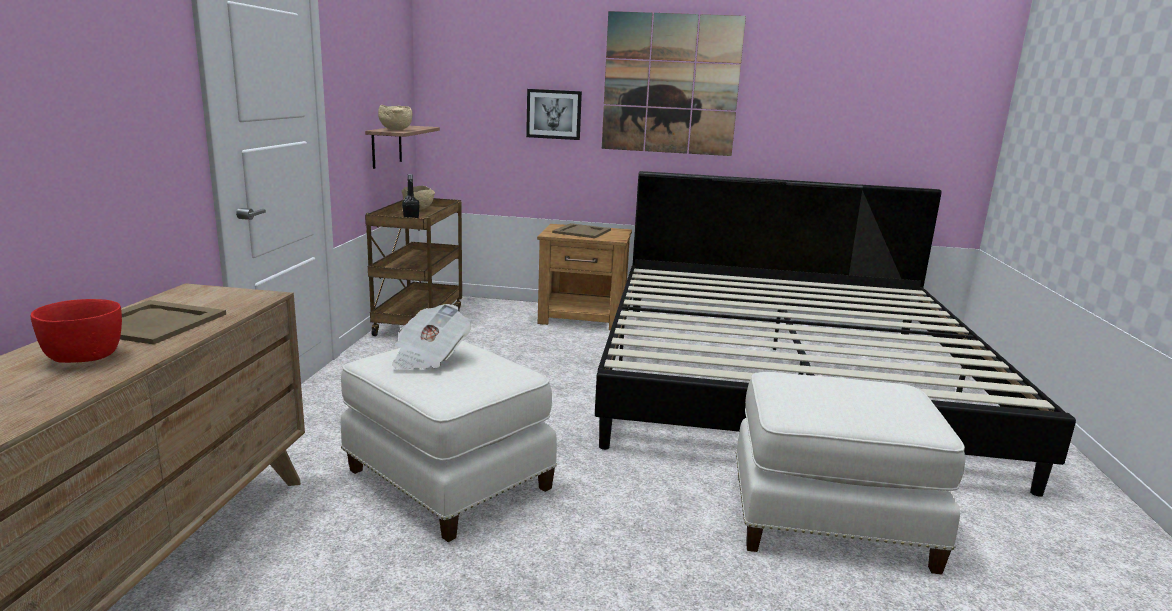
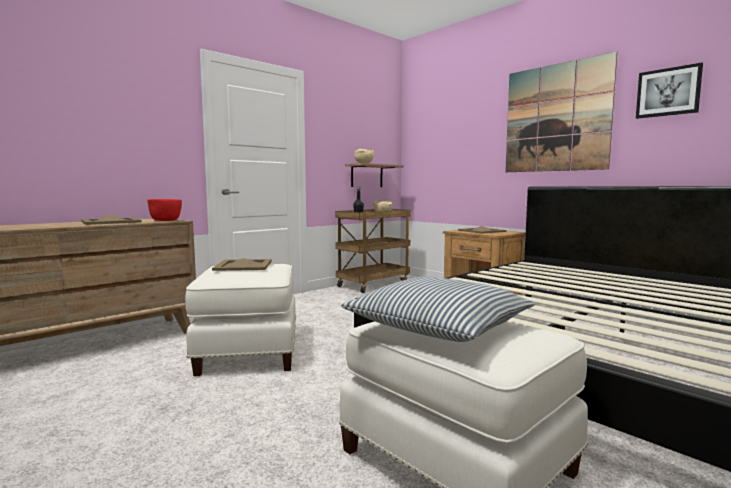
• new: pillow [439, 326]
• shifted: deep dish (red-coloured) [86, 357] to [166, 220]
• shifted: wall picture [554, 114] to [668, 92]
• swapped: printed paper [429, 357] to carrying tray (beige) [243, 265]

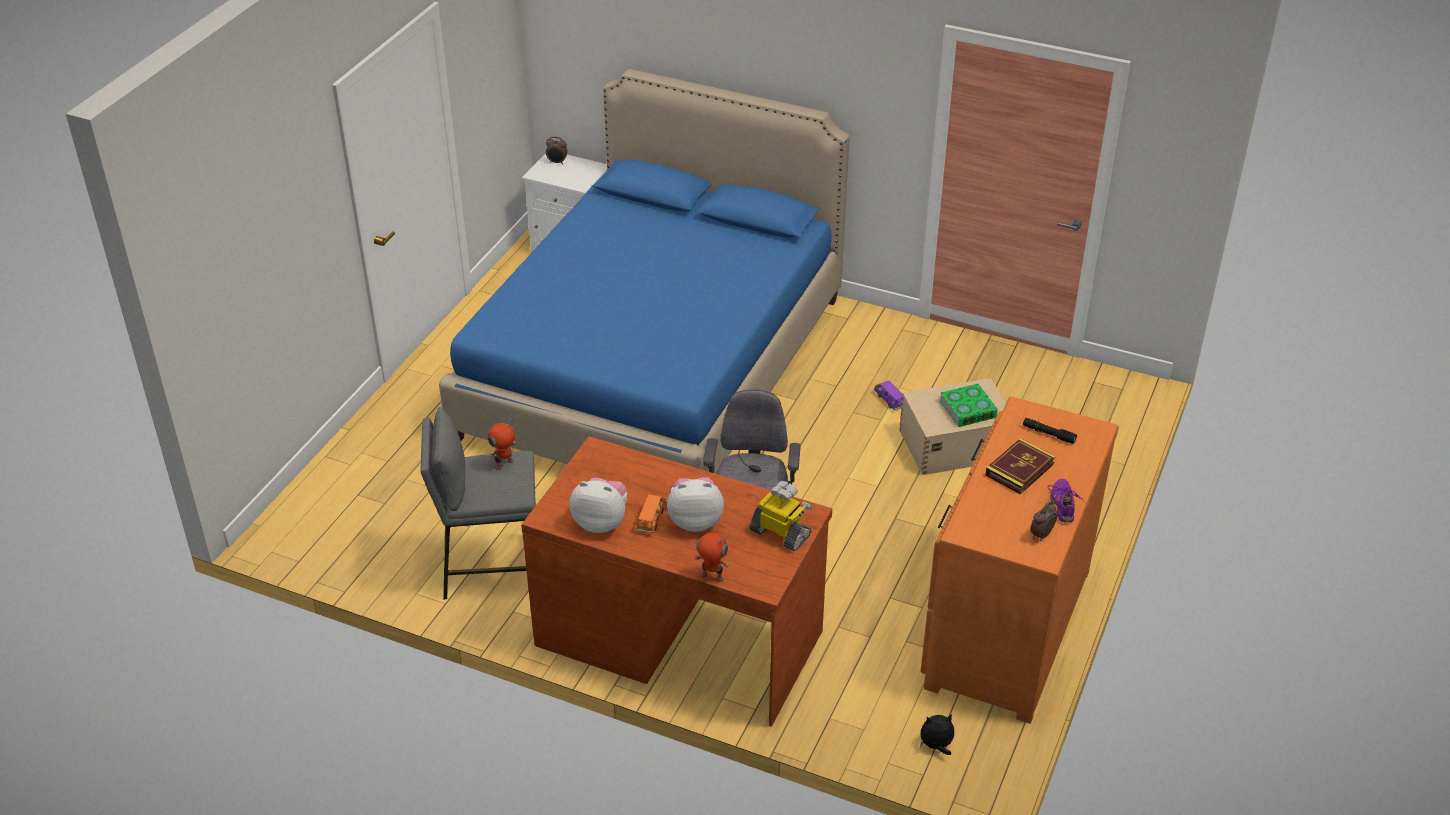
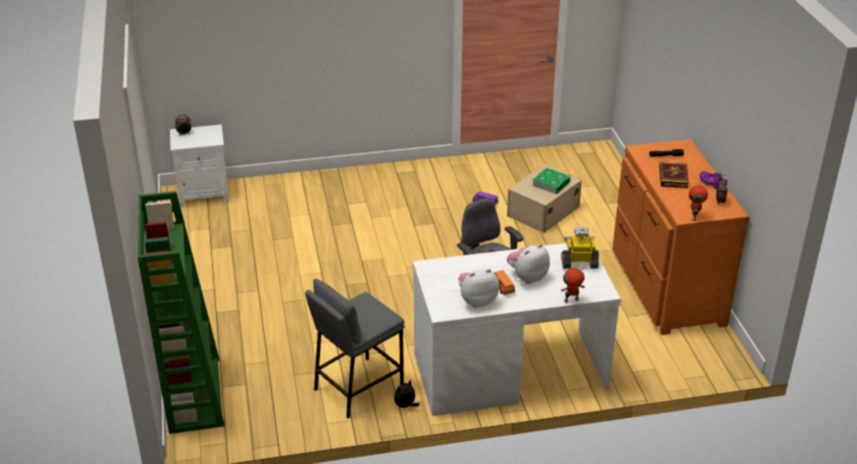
• gone: bed (blue-coloured) [654, 367]
• new: bookcase (green-coloured) [194, 394]
• shifted: toy robot [504, 465] to [694, 217]
• shifted: soft toy [936, 746] to [405, 405]
• repainted: desk unit (brown) [679, 636] to desk unit (white-coloured) [508, 371]

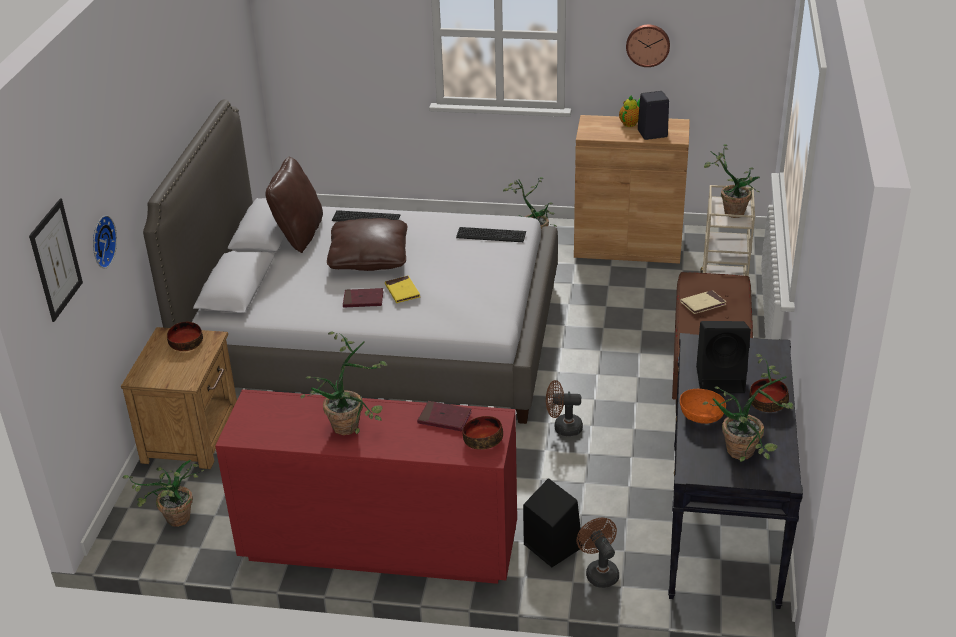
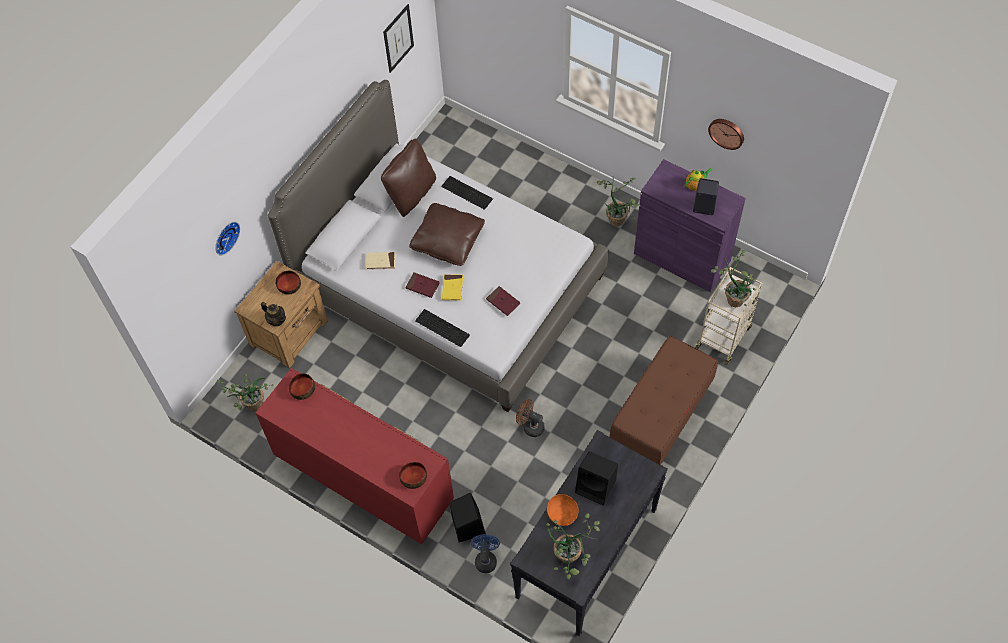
• gone: houseplant [352, 425]
• new: pot for tea [276, 320]
• shifted: wall picture [56, 260] to [398, 38]
• shifted: book (red-coloured) [444, 418] to [503, 302]
• shifted: computer keyboard [490, 234] to [442, 327]
• shifted: book (beige) [703, 304] to [380, 261]
• shifted: deep dish [767, 402] to [302, 389]
• repainted: cupboard (brown) [628, 246] to cupboard (purple-coloured) [682, 257]
• repainted: fan (brown) [599, 572] to fan (blue-coloured) [485, 558]

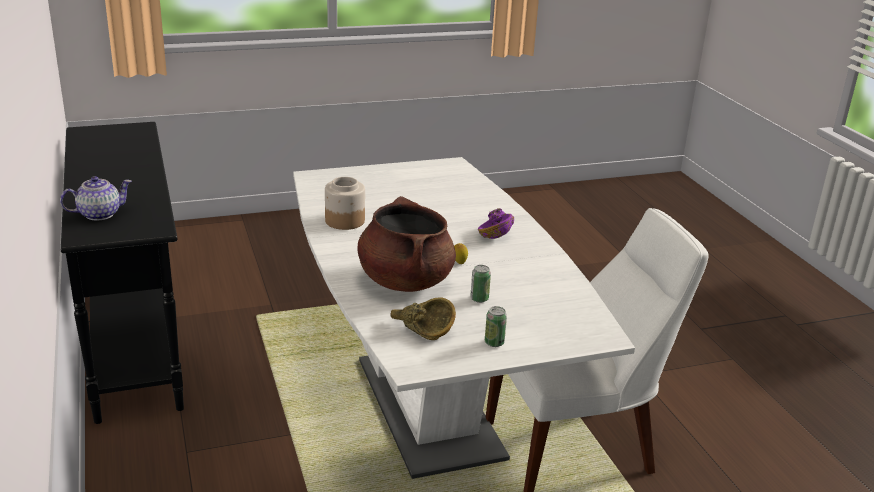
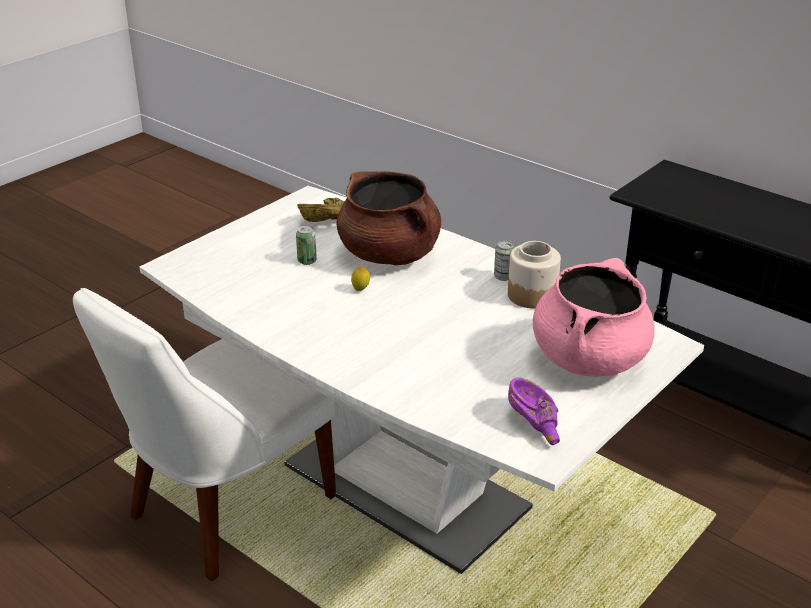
• gone: pot for tea [99, 214]
• new: saucepot (pink-coloured) [589, 359]
• shifted: deep dish (purple-coloured) [495, 232] to [539, 424]
• shifted: can [494, 343] to [503, 277]

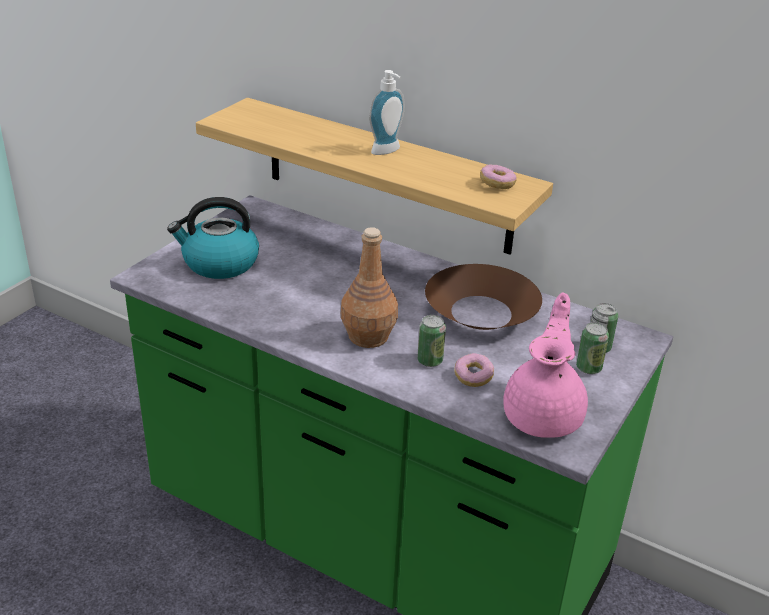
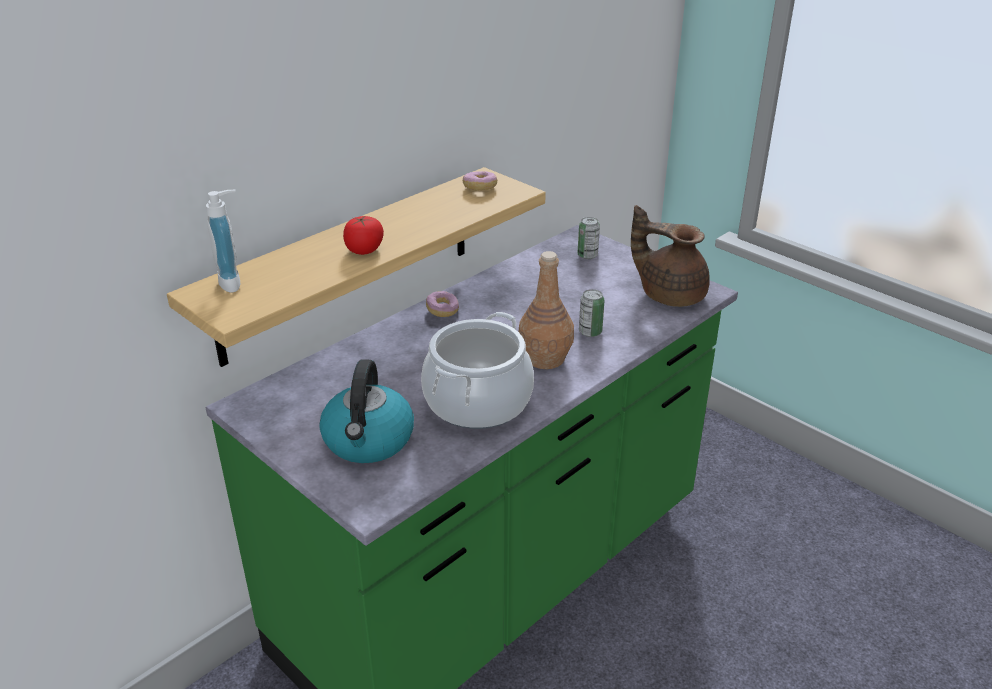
• gone: deep dish (brown) [482, 312]
• gone: can [588, 368]
• new: whole tomato [364, 250]
• new: saucepot [478, 401]
• shifted: liquid soap bottle [388, 151] to [234, 282]
• shifted: donut [473, 377] to [442, 310]
• repainted: pot for tea (pink-coloured) [544, 415] to pot for tea (brown) [670, 294]

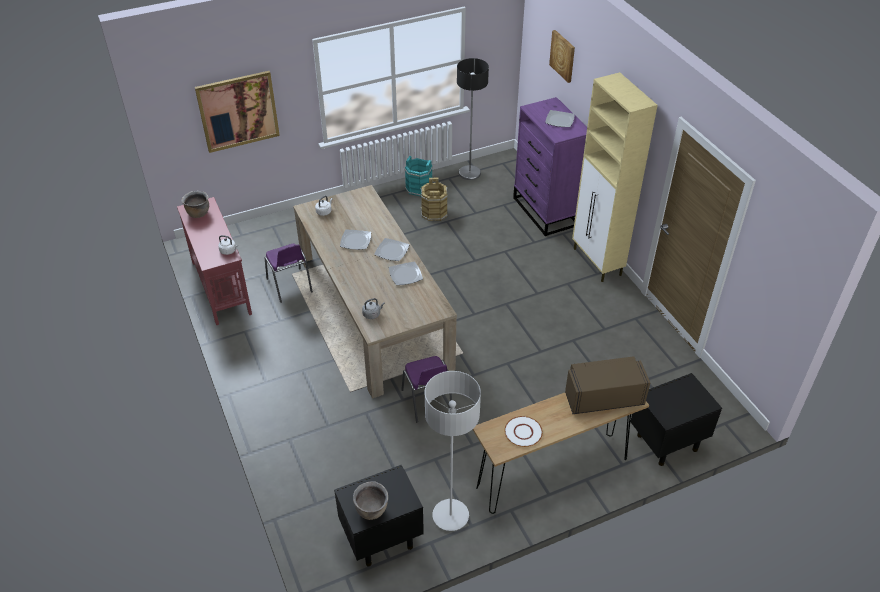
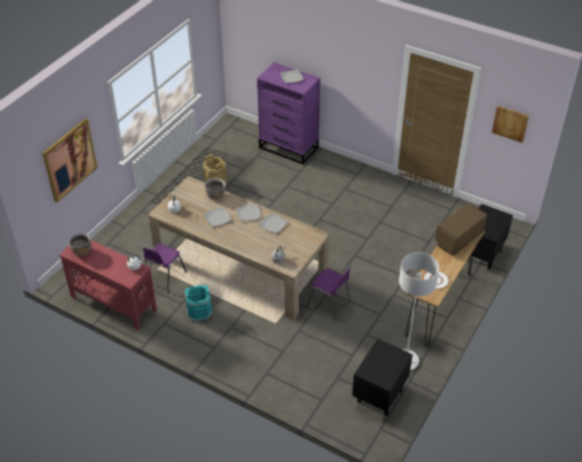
• gone: standing lamp [470, 173]
• gone: cupboard (beige) [597, 262]
• shifted: saucepot (brown) [372, 510] to [215, 195]
• shifted: pail (turquoise) [419, 188] to [199, 311]
• shifted: wall picture [563, 56] to [510, 123]
• rotated: plain chair (purple-coloured) [290, 286] = [164, 278] 90 degrees clockwise

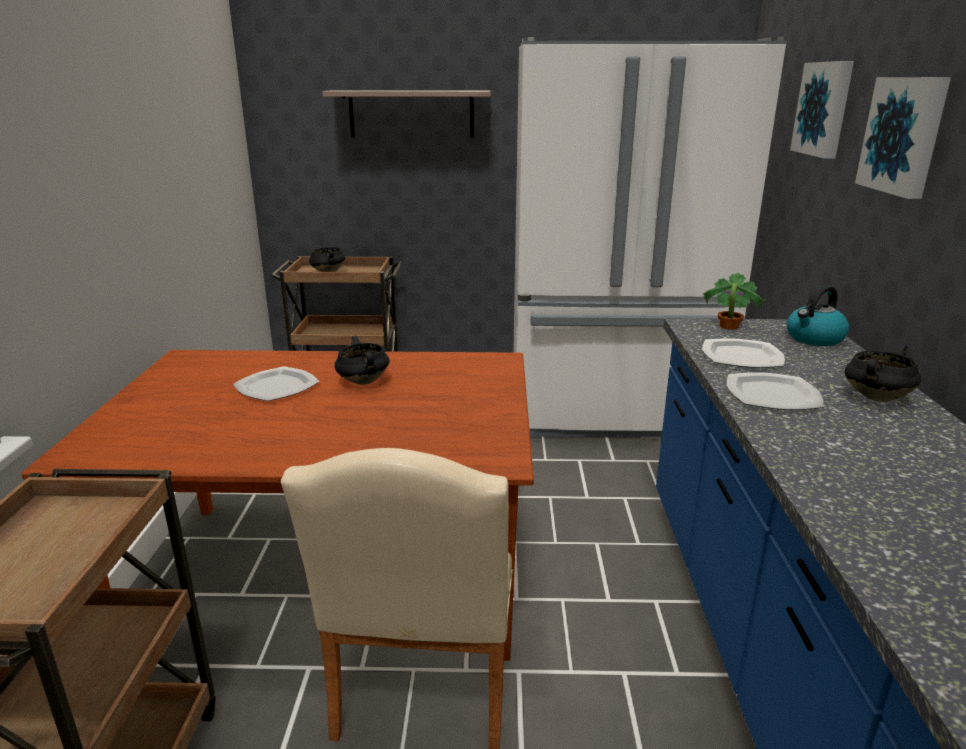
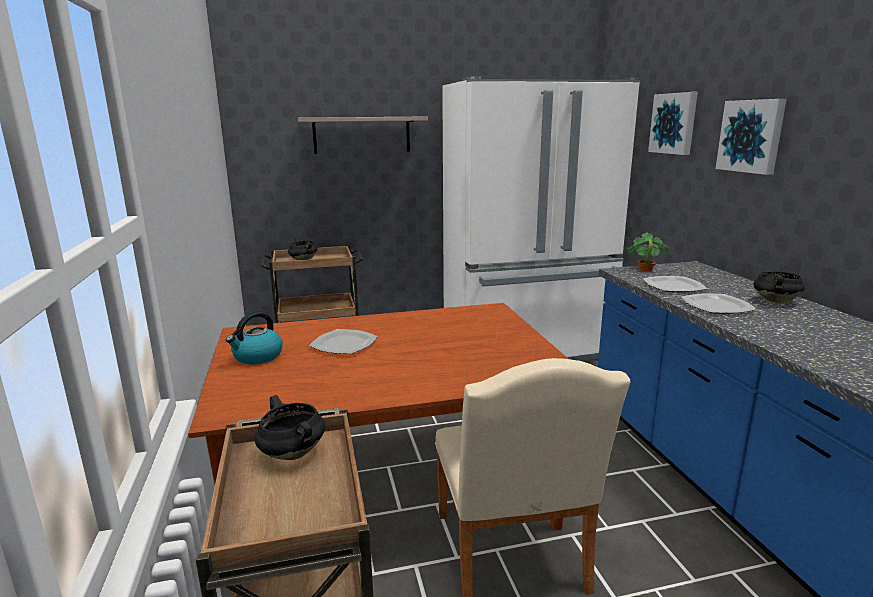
• shifted: saucepot (blackish) [362, 381] to [291, 453]
• shifted: water kettle [814, 338] to [257, 357]

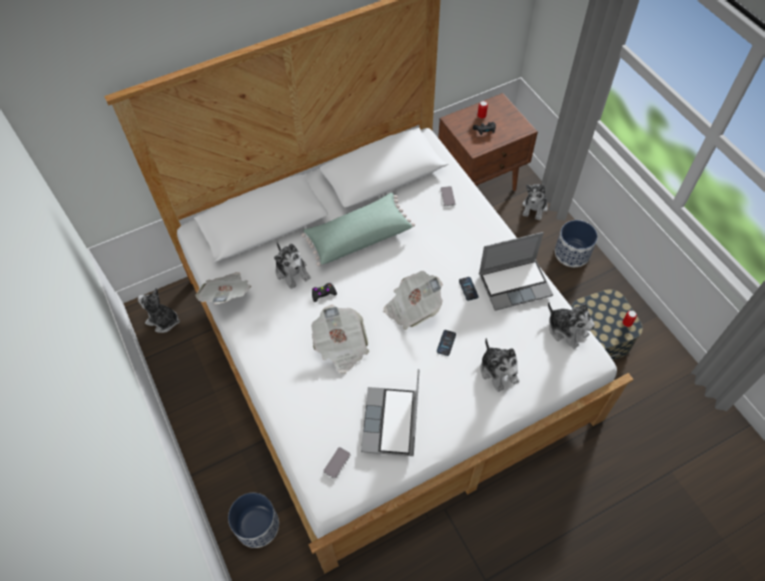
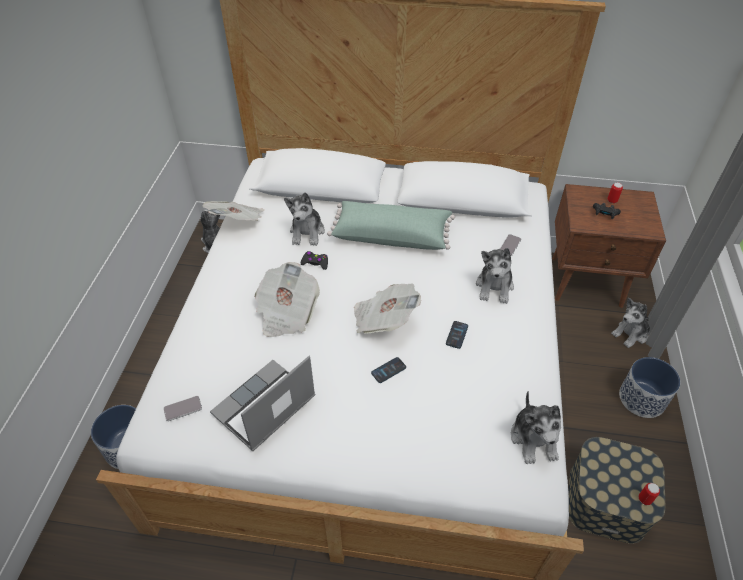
• gone: portable computer [515, 284]
• shifted: soft toy [498, 371] to [494, 286]

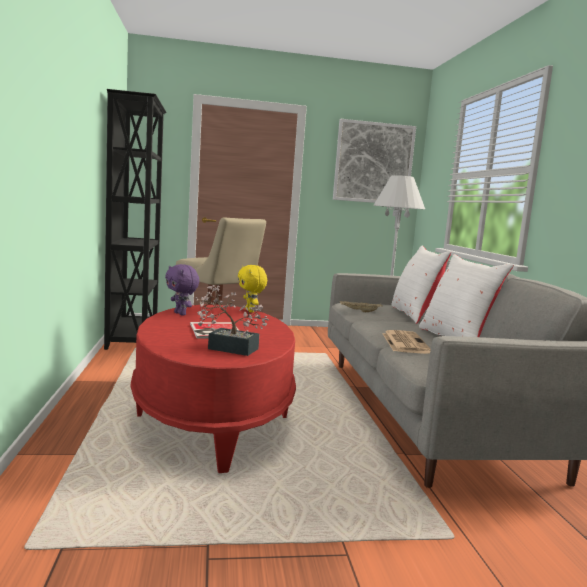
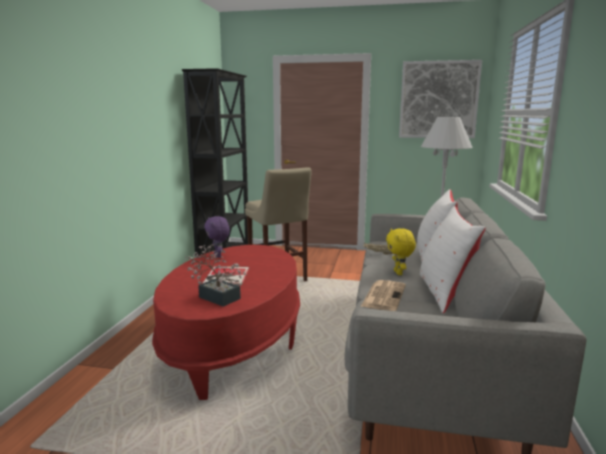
• shifted: soft toy (yellowish) [250, 311] to [399, 273]

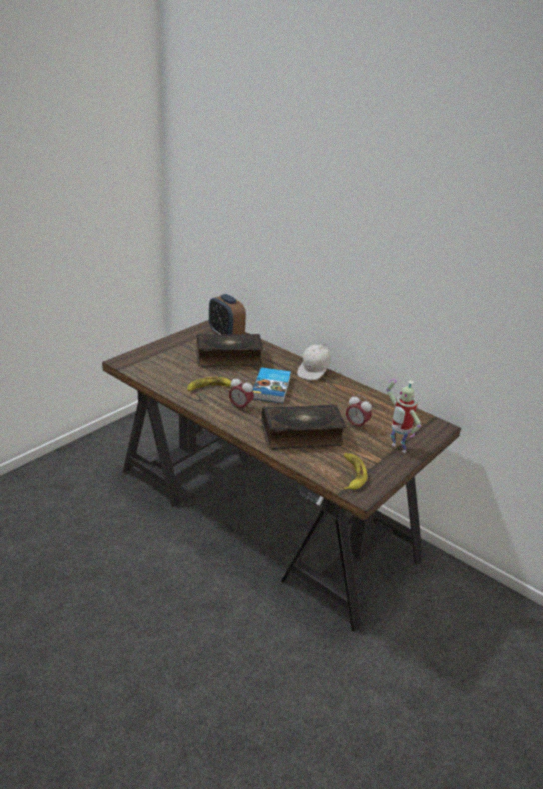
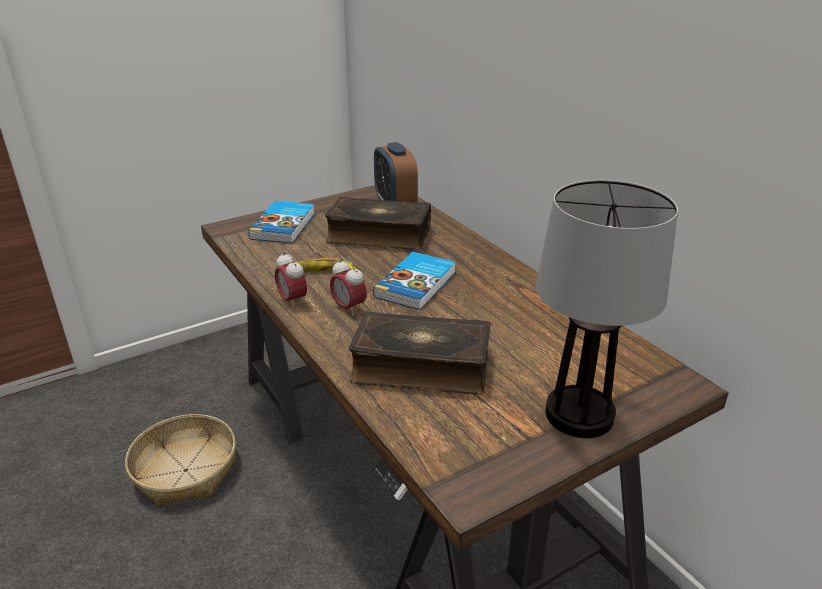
• gone: cap (white-coloured) [314, 371]
• gone: whole banana [352, 474]
• new: household basket [186, 470]
• new: book [285, 225]
• shifted: table clock [356, 425] to [292, 301]
• swapped: toy robot [396, 448] to lamp for a table [581, 415]

